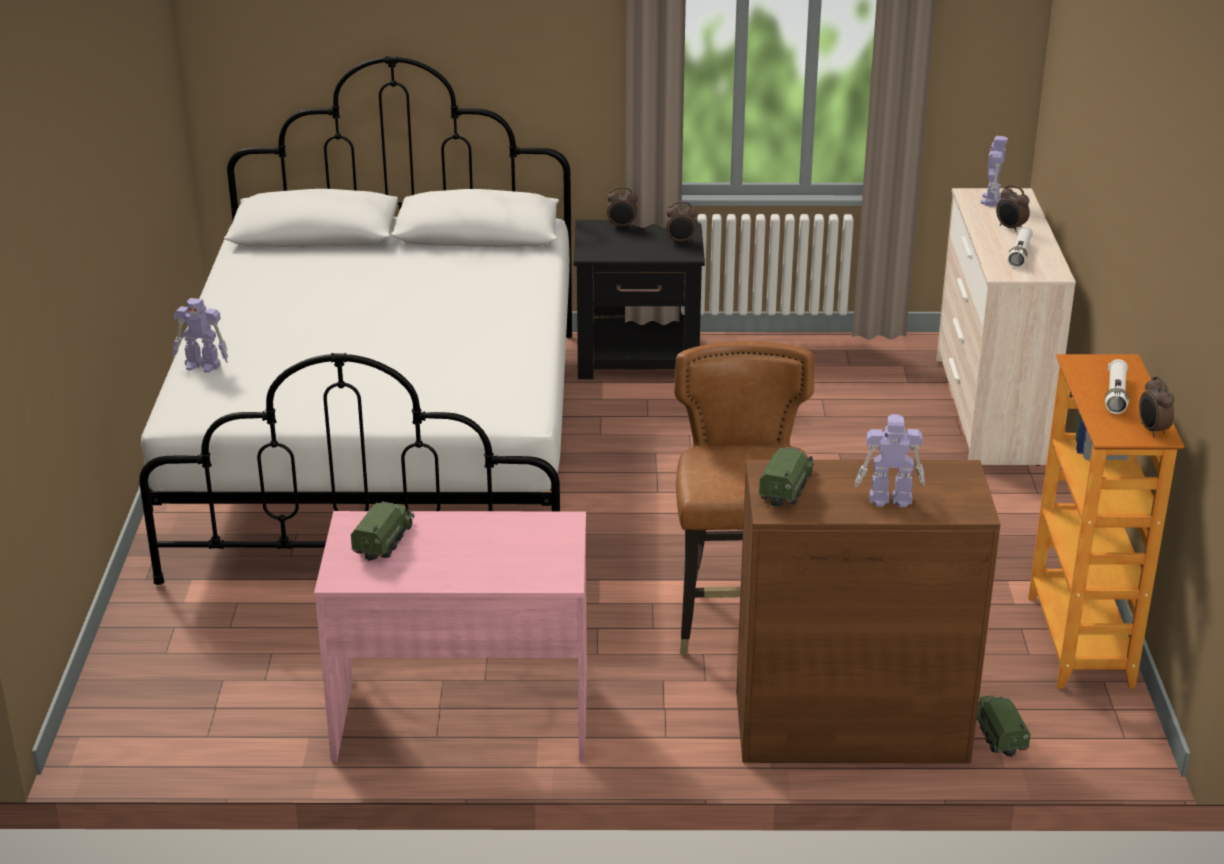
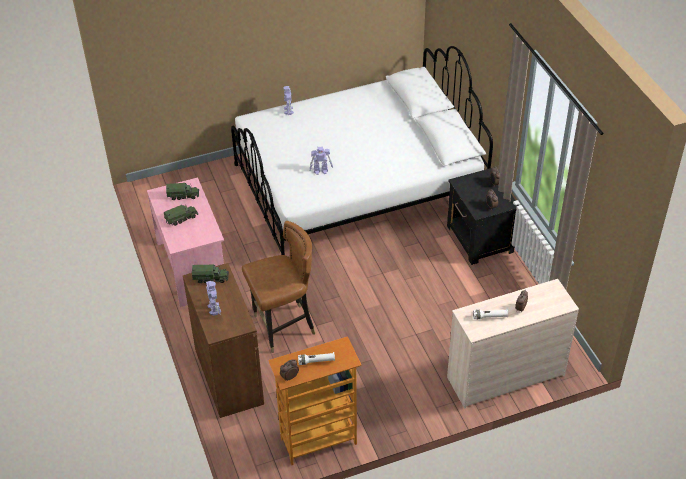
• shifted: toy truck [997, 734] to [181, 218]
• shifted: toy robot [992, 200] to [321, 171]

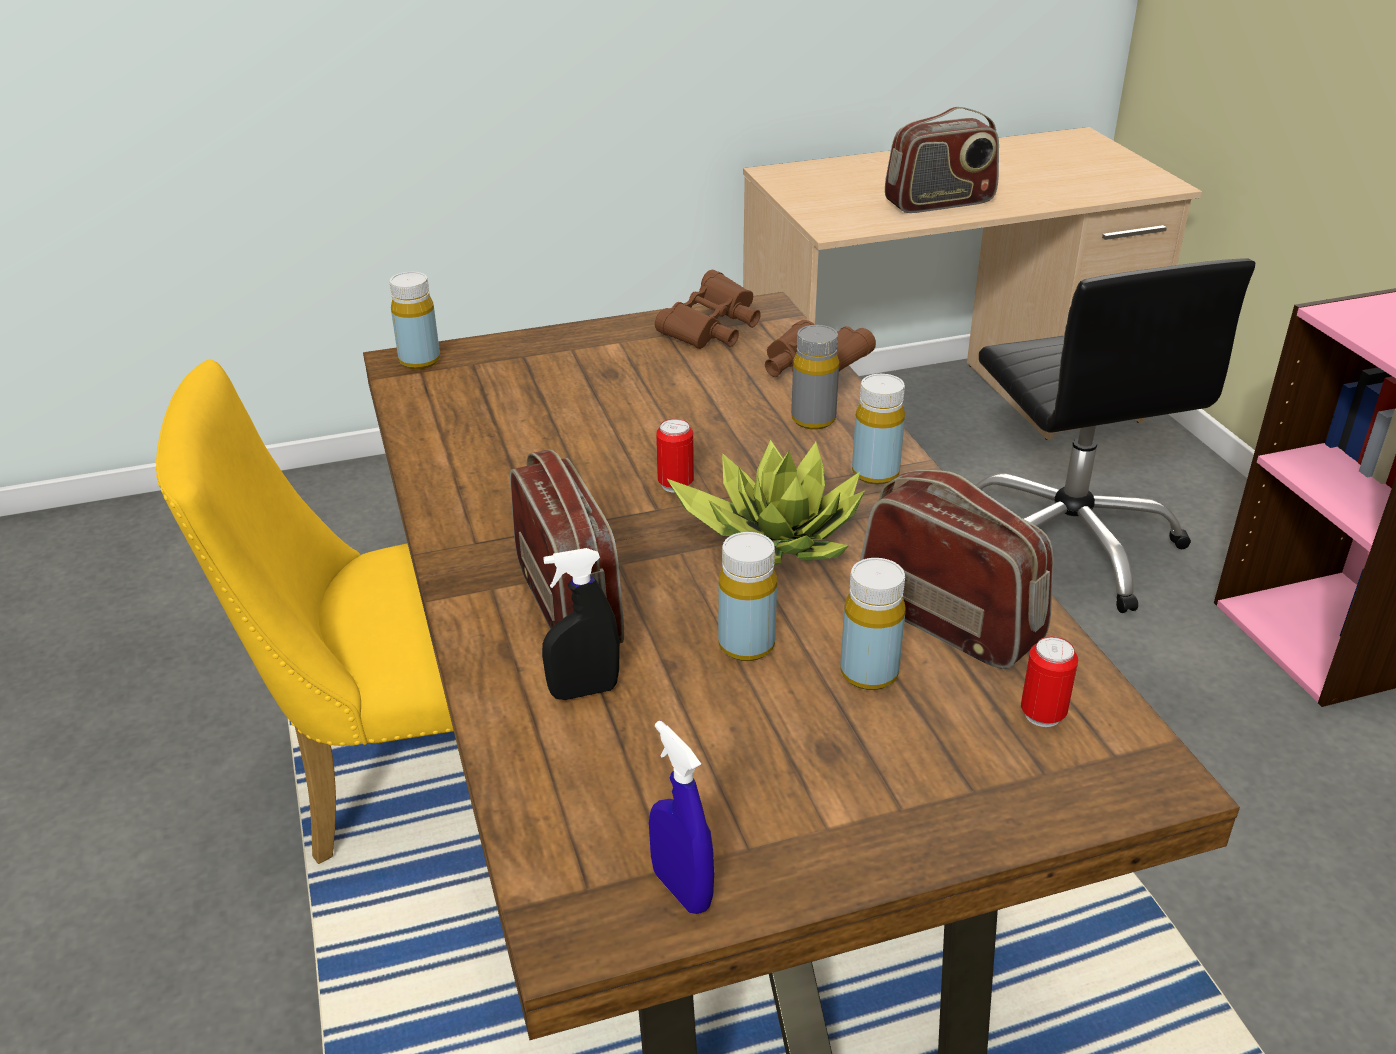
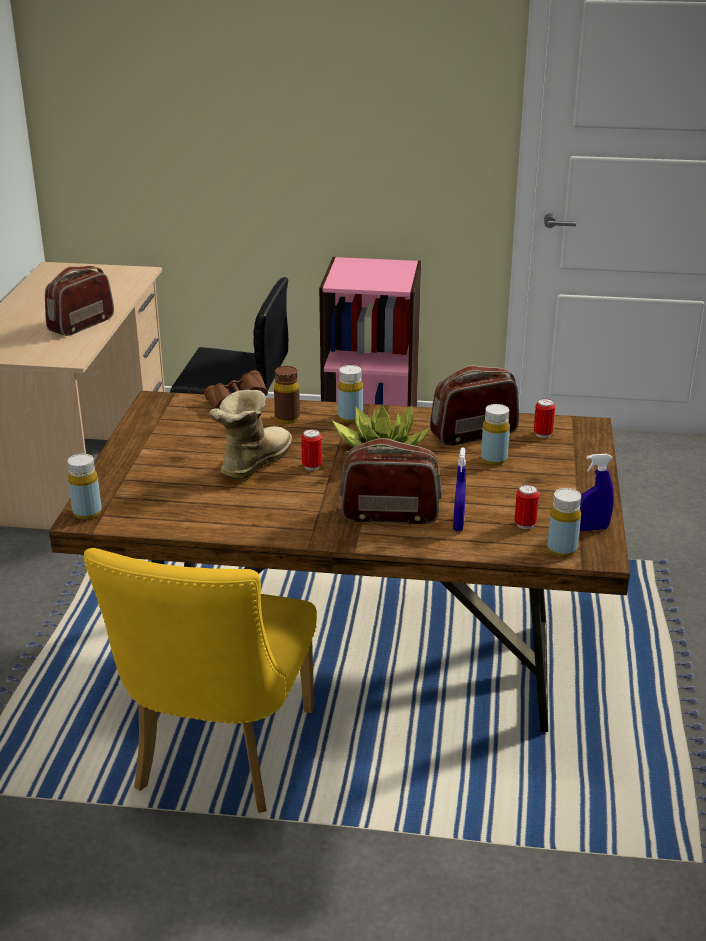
• gone: field glasses (brown) [712, 332]
• new: high-top boot [251, 463]
• new: can [525, 524]
• shifted: beverage bottle (yellowish) [746, 645] to [561, 550]
• repainted: spray bottle (blackish) [584, 691] to spray bottle (blue-coloured) [458, 524]
• repainted: beverage bottle (grey) [813, 419] to beverage bottle (brown) [287, 418]
• rotated: radio receiver [940, 203] = [81, 324] 150 degrees counterclockwise

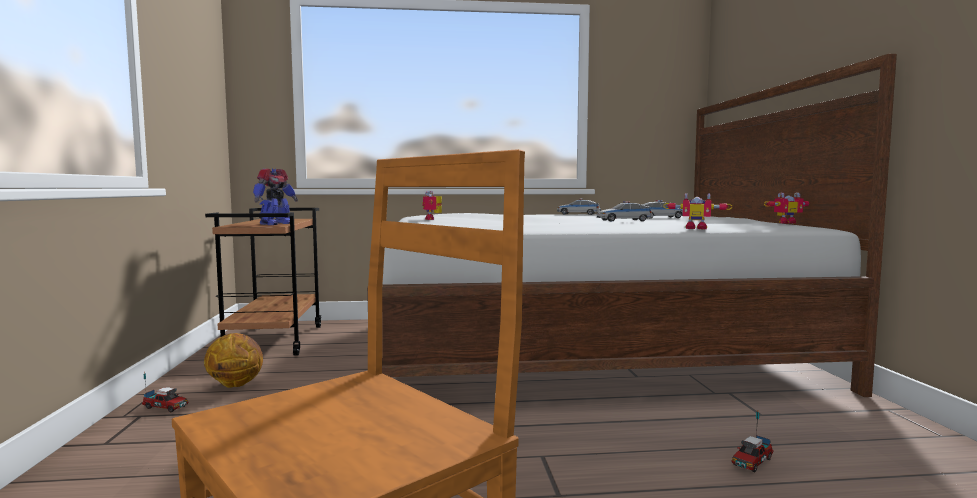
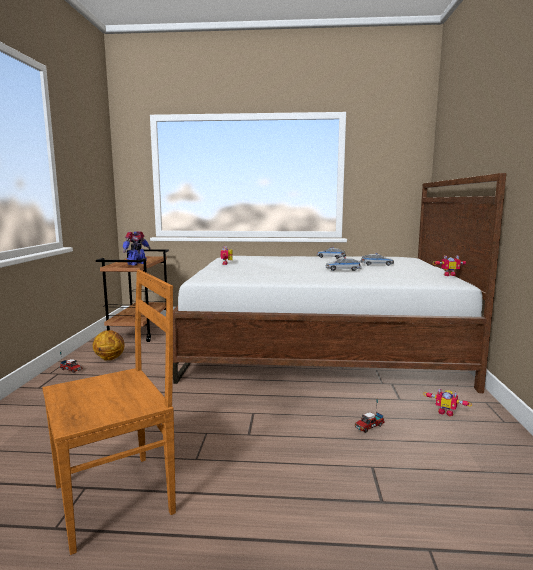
• shifted: toy robot [696, 228] to [446, 412]

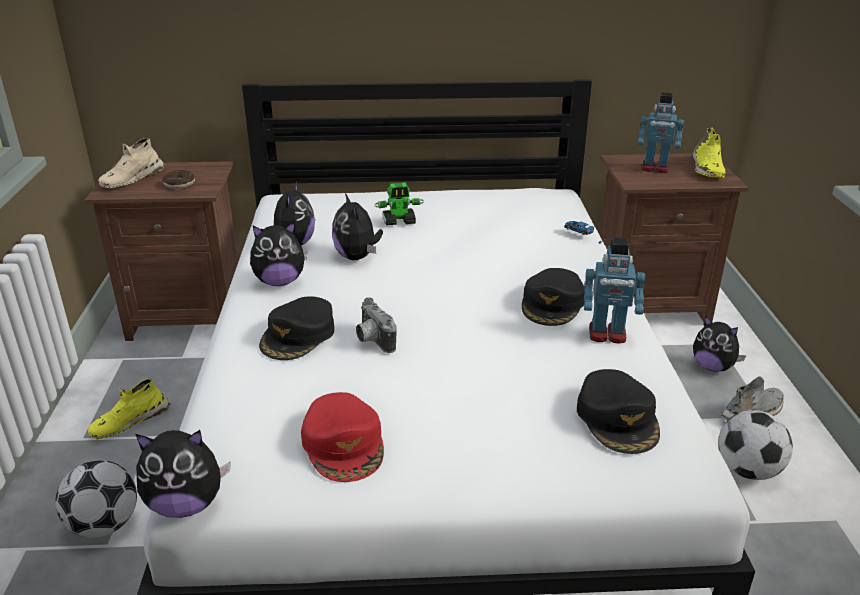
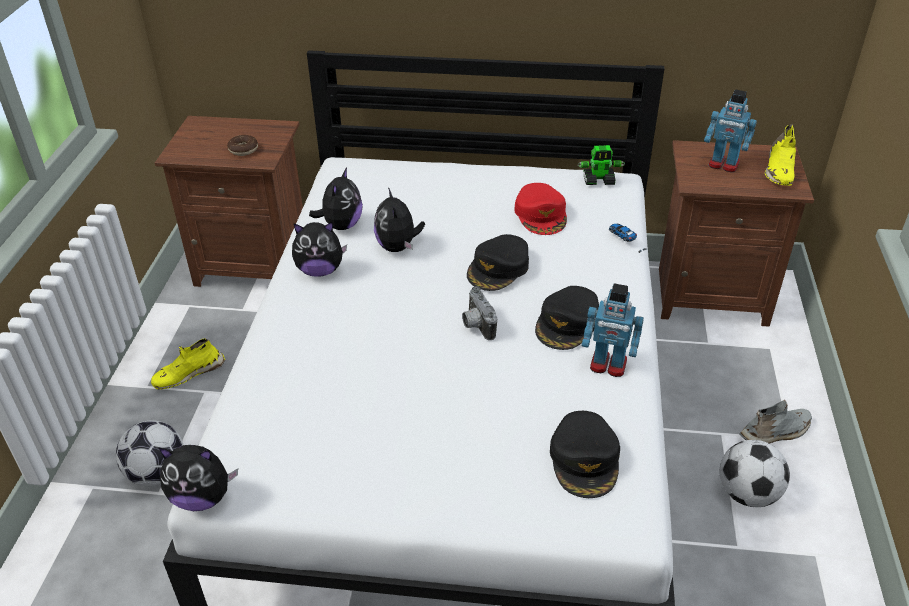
• gone: low shoe (beige) [131, 179]
• gone: soft toy [713, 367]
• shifted: cap (blackish) [298, 336] to [498, 269]
• shifted: cap (red-coloured) [344, 444] to [541, 214]
• shifted: still camera [372, 341] to [476, 325]
• shifted: toy robot [399, 221] to [599, 181]

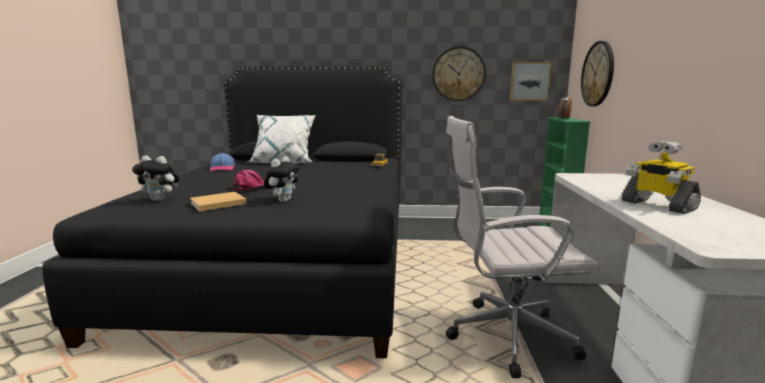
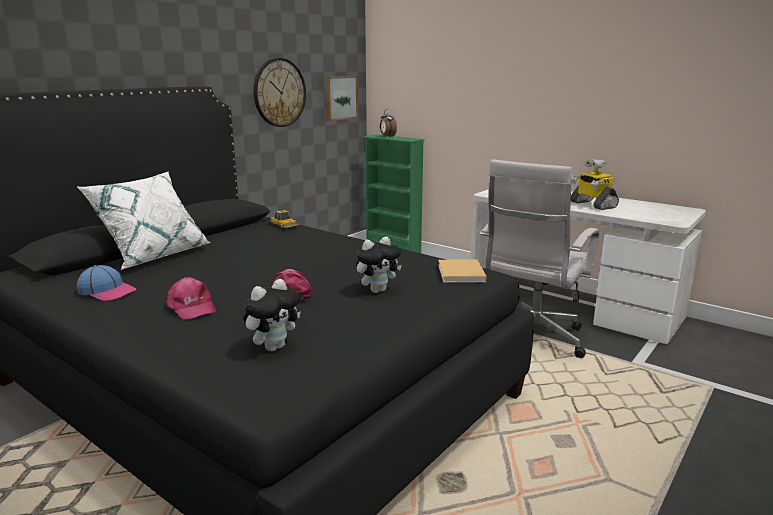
• gone: clock on the wall [598, 74]
• new: cap (pink-coloured) [191, 307]
• shifted: book (beige) [216, 203] to [461, 274]
• rotated: soft toy [283, 200] = [378, 290] 90 degrees clockwise
• rotated: toy robot [657, 205] = [592, 205] 60 degrees clockwise

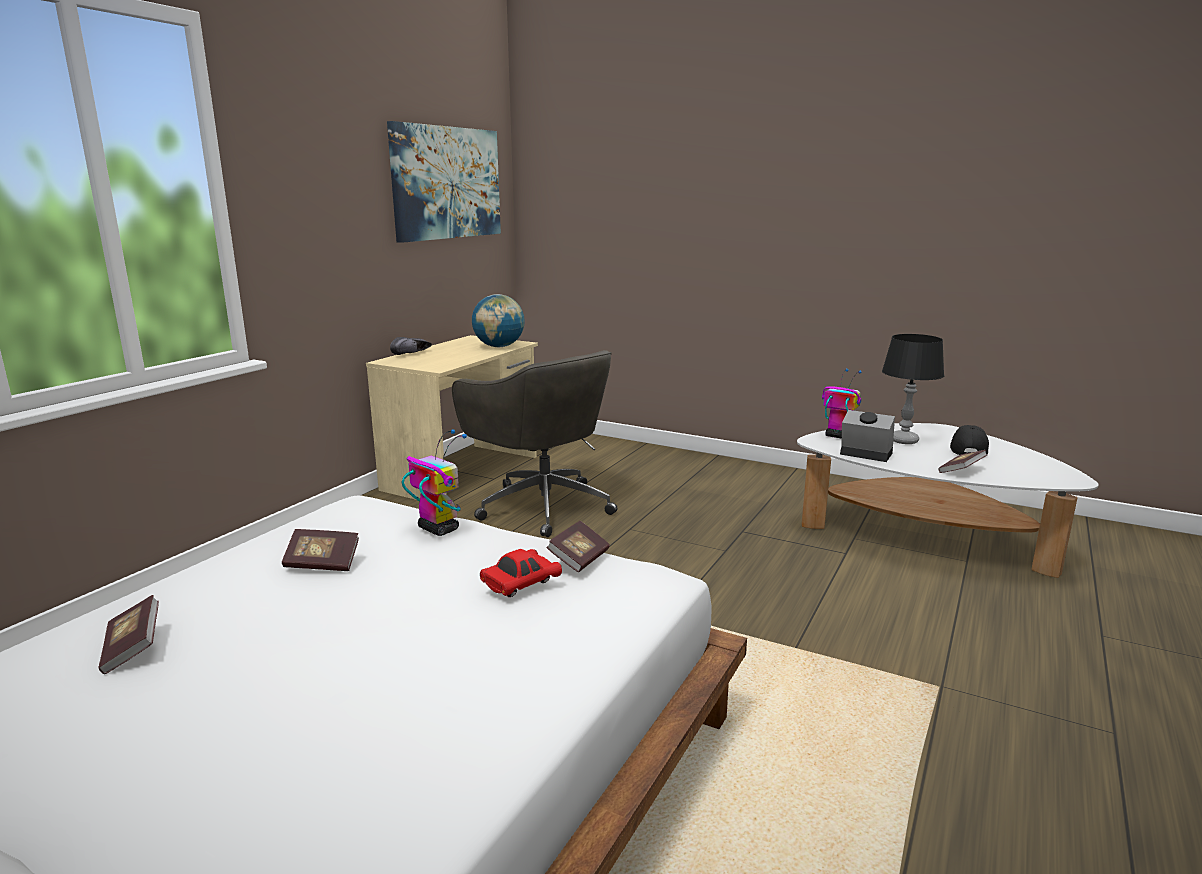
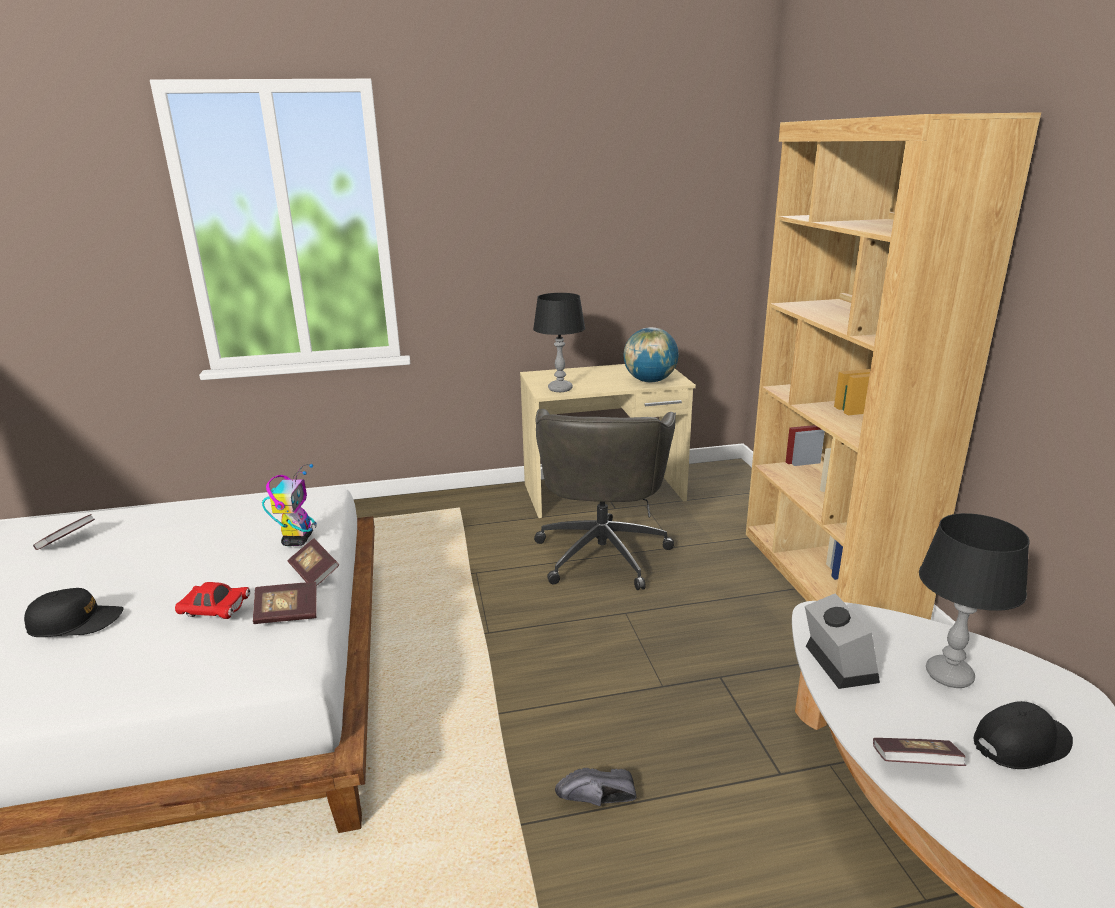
• gone: wall picture [447, 183]
• gone: toy robot [837, 436]
• new: cap (blackish) [76, 622]
• new: lamp for a table (blackish) [560, 389]
• new: bookcase (brown) [825, 577]
• shifted: book [322, 563] to [314, 573]
• shifted: low shoe (blackish) [412, 354] to [598, 801]

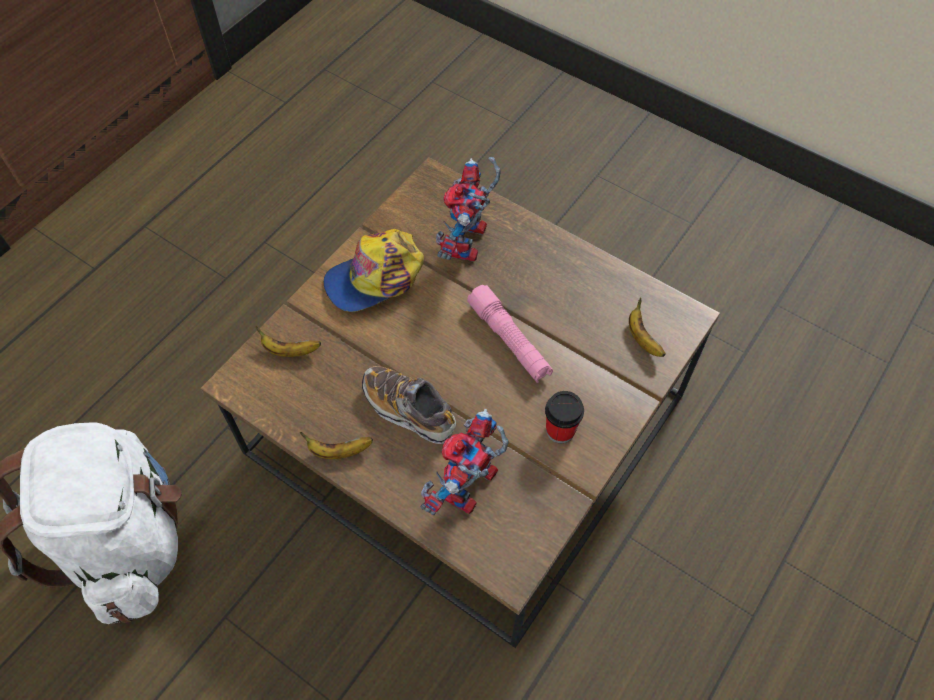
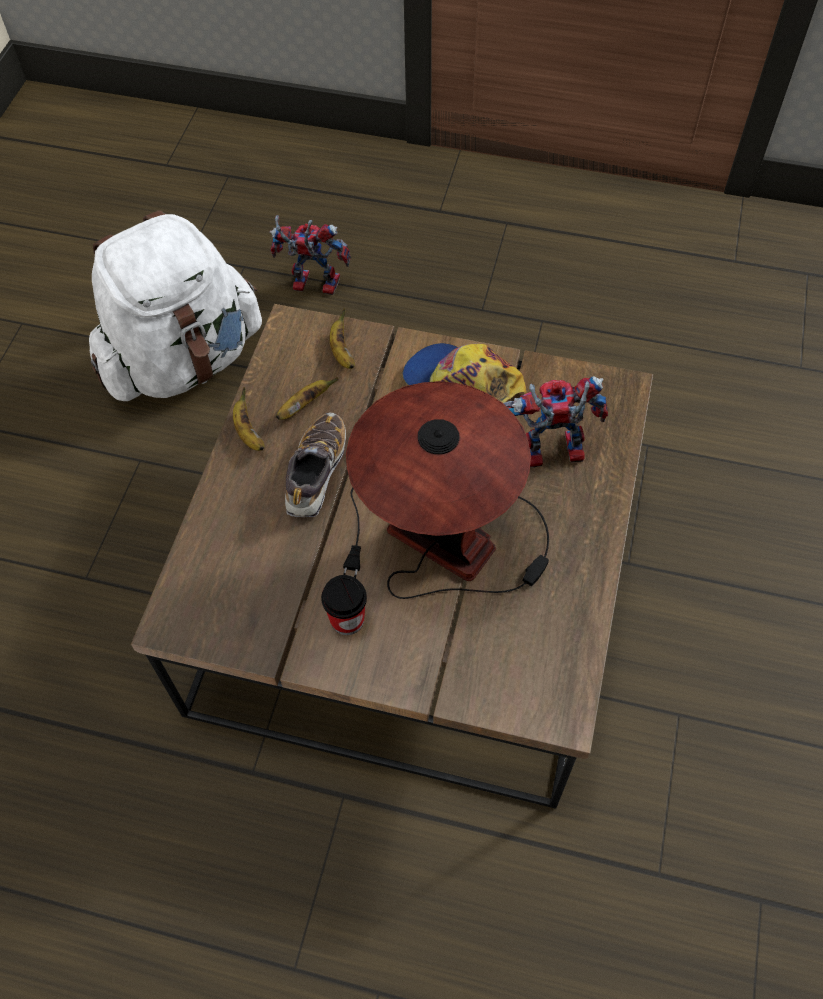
• shifted: toy robot [470, 491] to [311, 285]
• shifted: whole banana [642, 338] to [304, 405]
• swapped: torch (pink-coloured) [509, 340] to lamp for a table [440, 534]

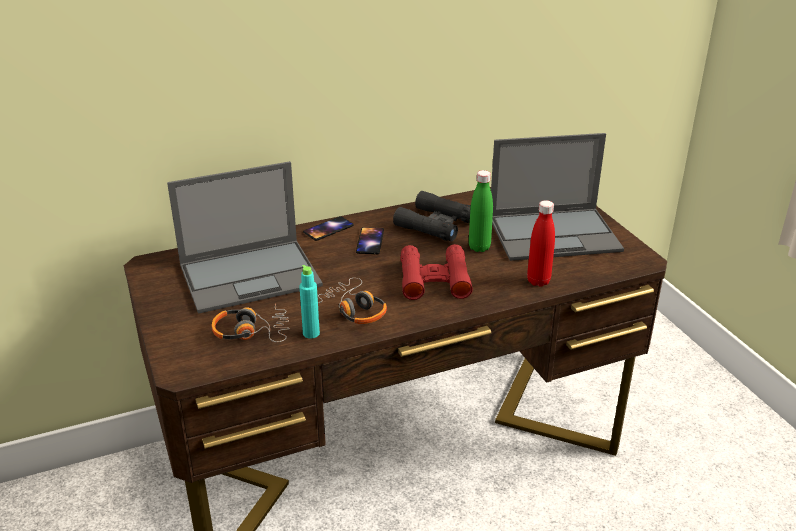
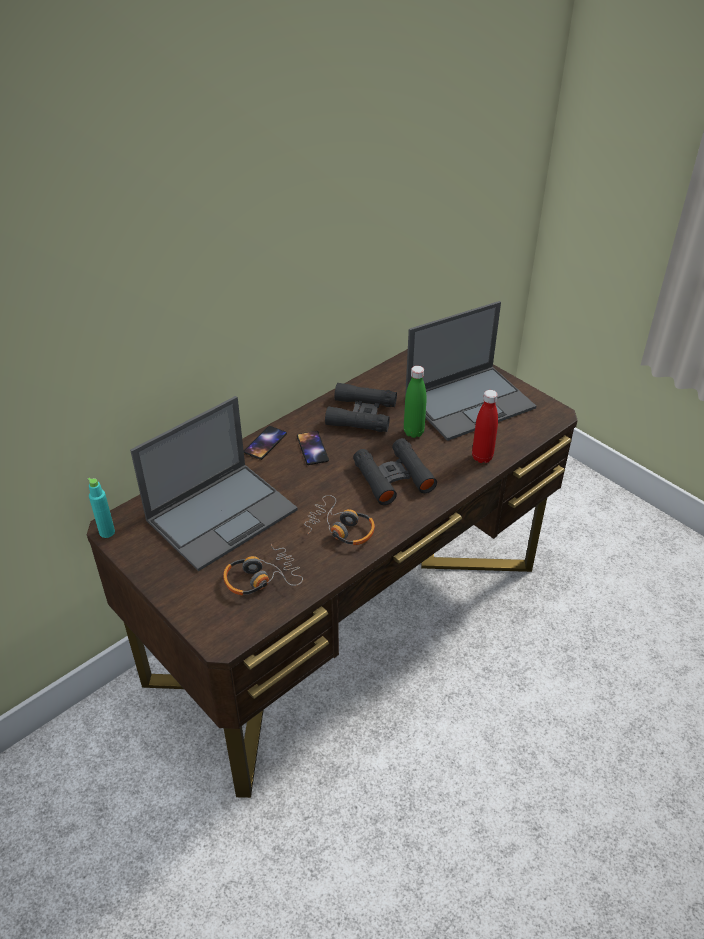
• shifted: beverage bottle (turquoise) [311, 333] to [107, 532]
• repainted: field glasses (red-coloured) [434, 279] to field glasses (blackish) [393, 477]

